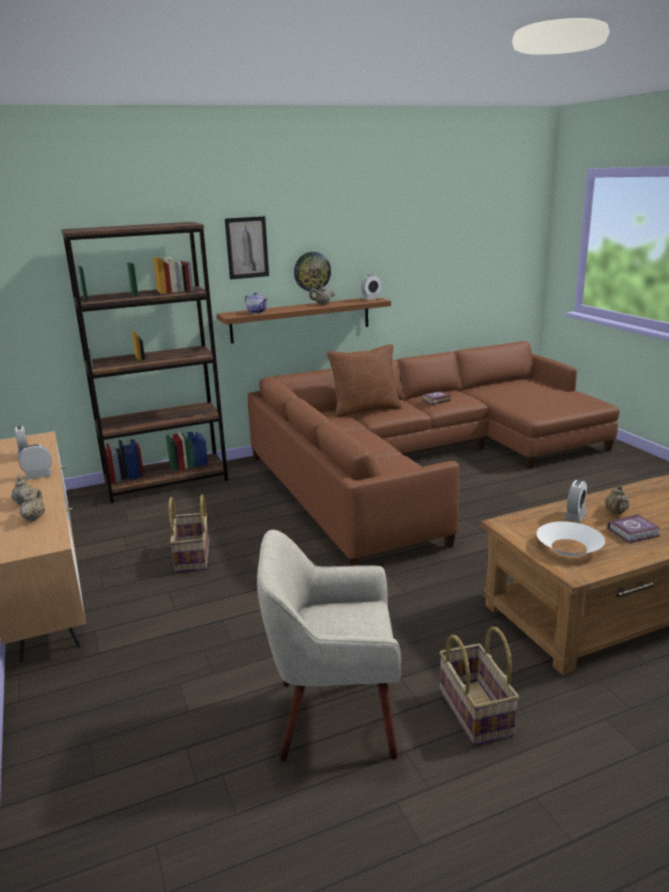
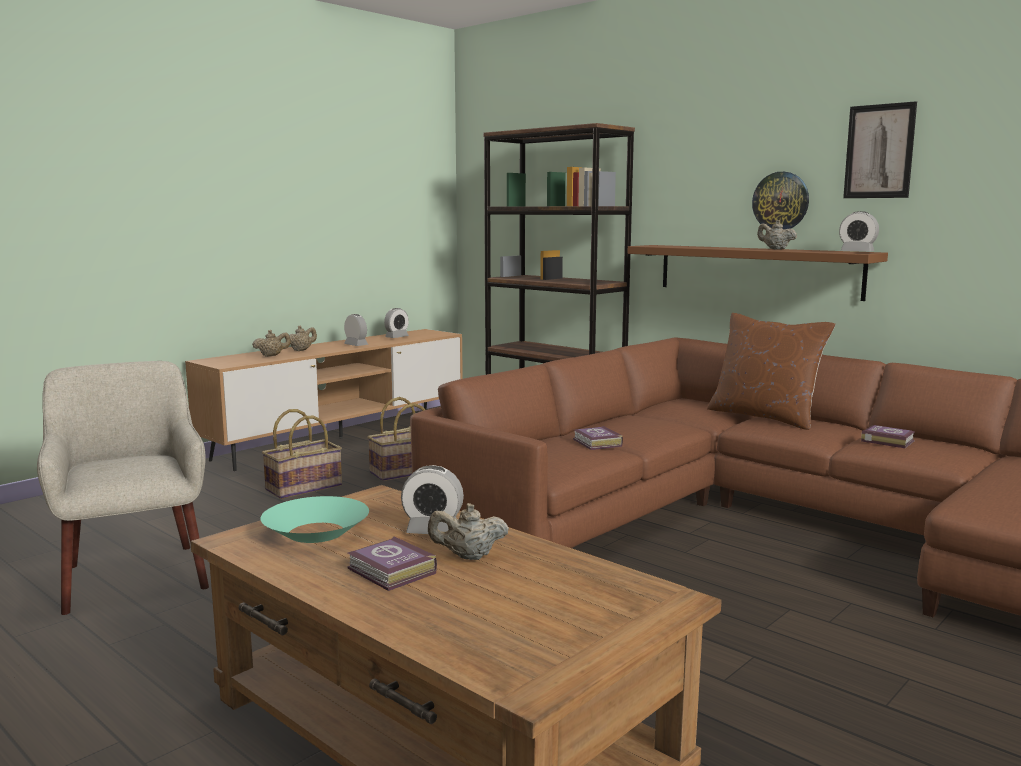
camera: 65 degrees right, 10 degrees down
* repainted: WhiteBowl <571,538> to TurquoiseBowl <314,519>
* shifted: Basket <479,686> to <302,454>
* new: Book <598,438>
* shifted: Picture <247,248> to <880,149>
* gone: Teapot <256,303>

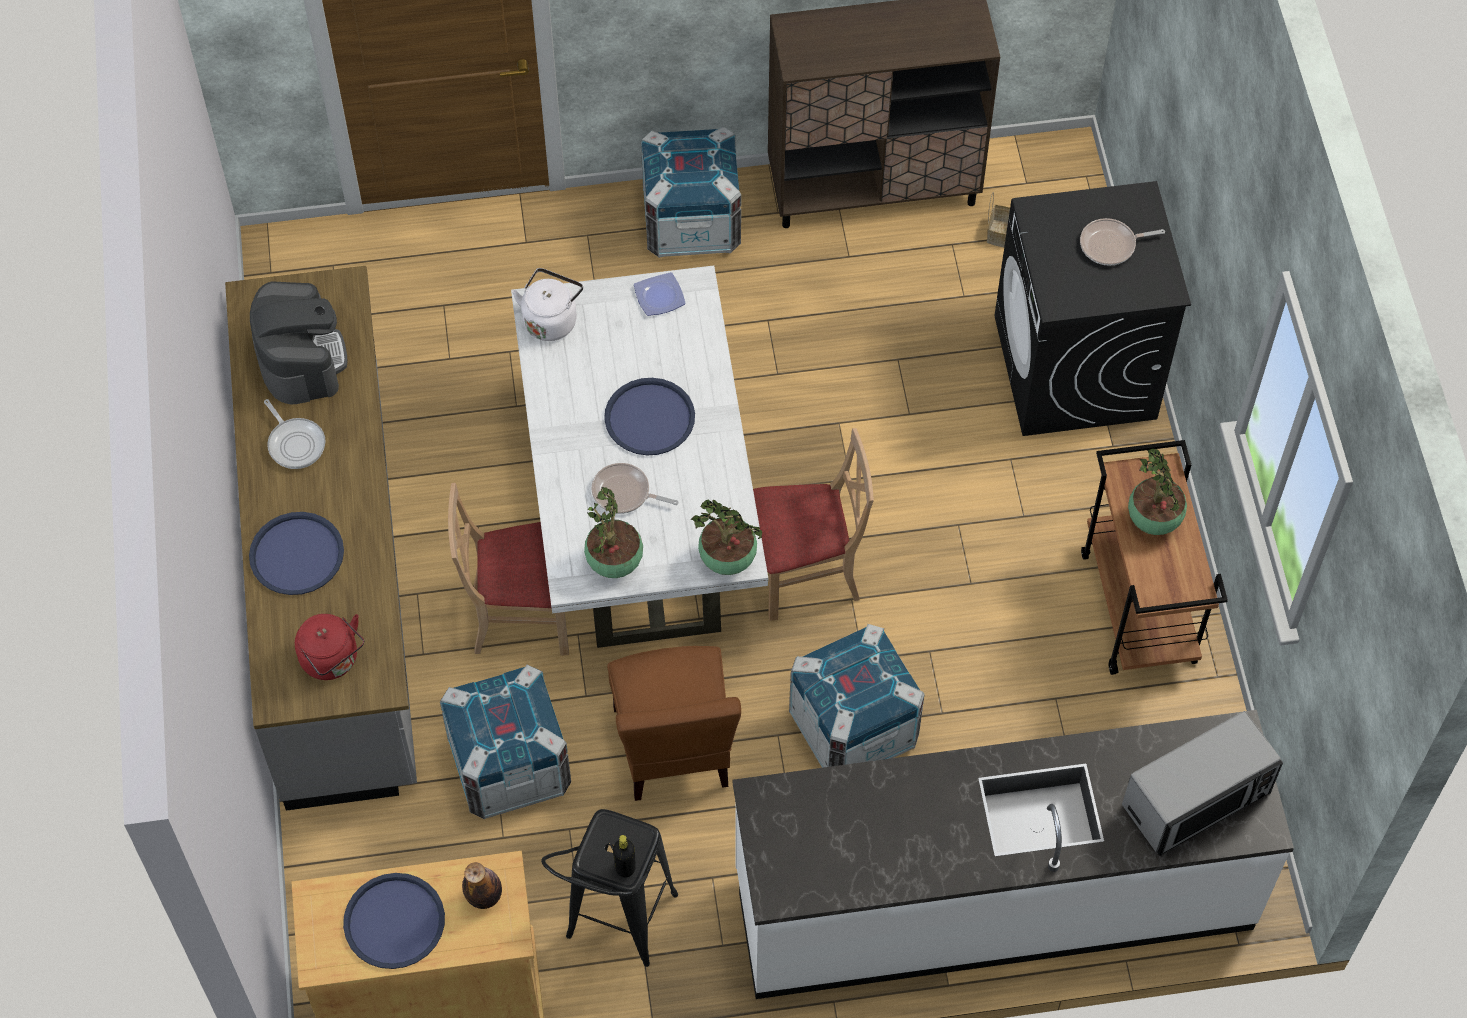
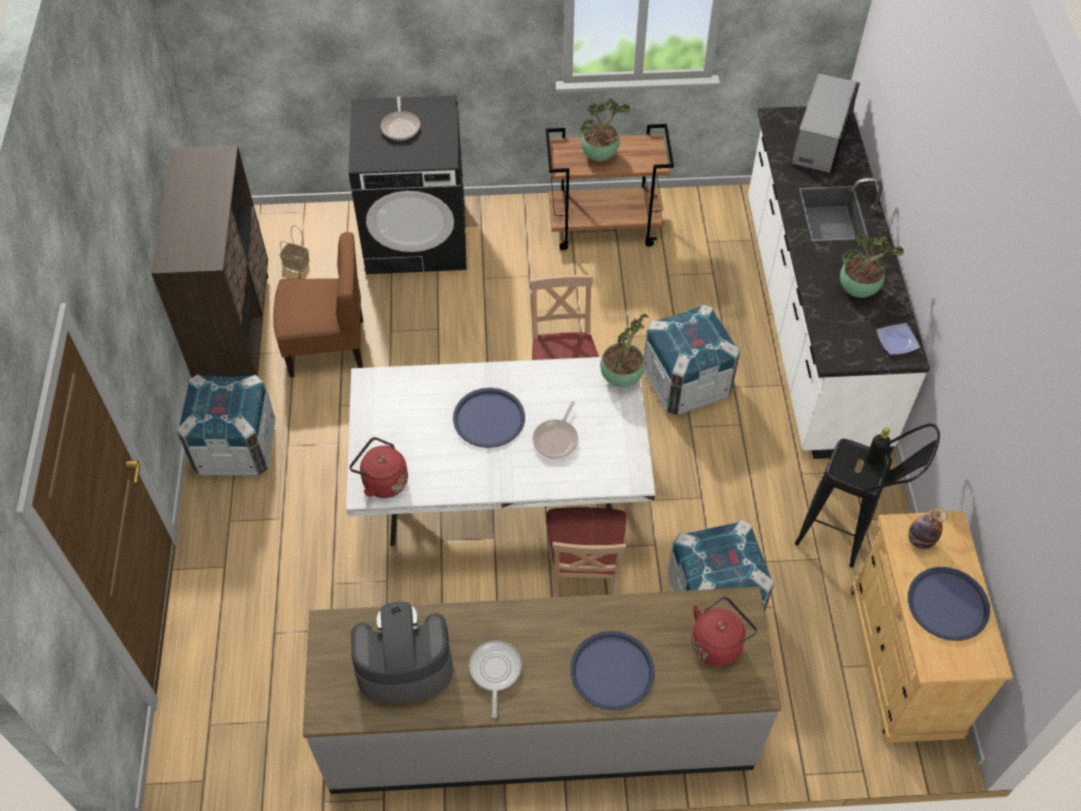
camera: 85 degrees left, 5 degrees down
* shifted: BrownChair <674,723> to <318,304>
* repainted: WhiteKettle <547,304> to RedKettle <379,467>
* rotated: FryingPan <294,434> = <495,679> 60 degrees counterclockwise
* rotated: Microwave <1202,783> = <826,123> 45 degrees clockwise
* shifted: PottedPlant <613,532> to <872,266>
* shifted: Plate <660,294> to <898,339>

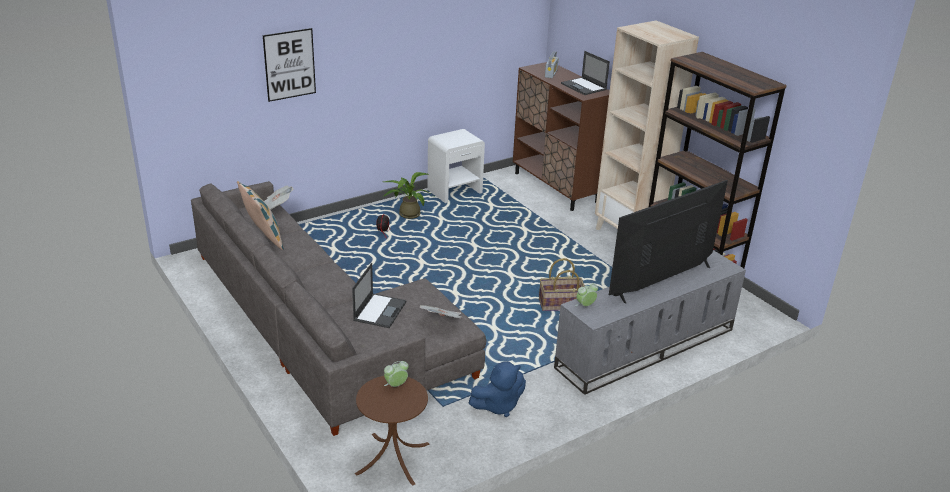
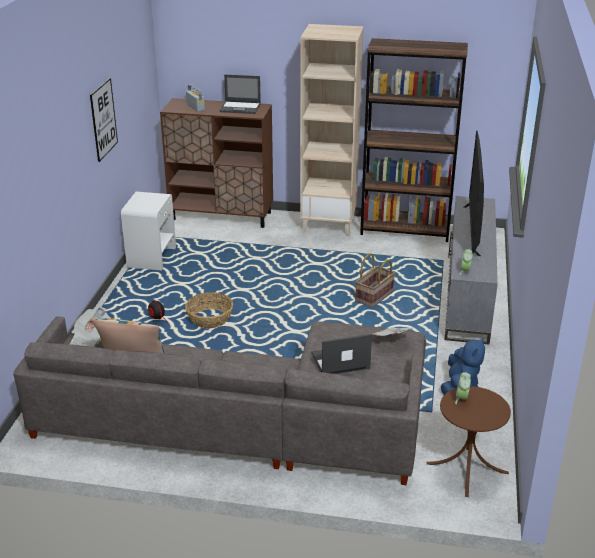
camera: 45 degrees left, 0 degrees up
* shifted: Picture <289,65> to <104,120>
* new: Basket <209,310>
* rotated: Laptop <379,295> = <341,354> 75 degrees counterclockwise
* gone: PottedPlant <407,195>

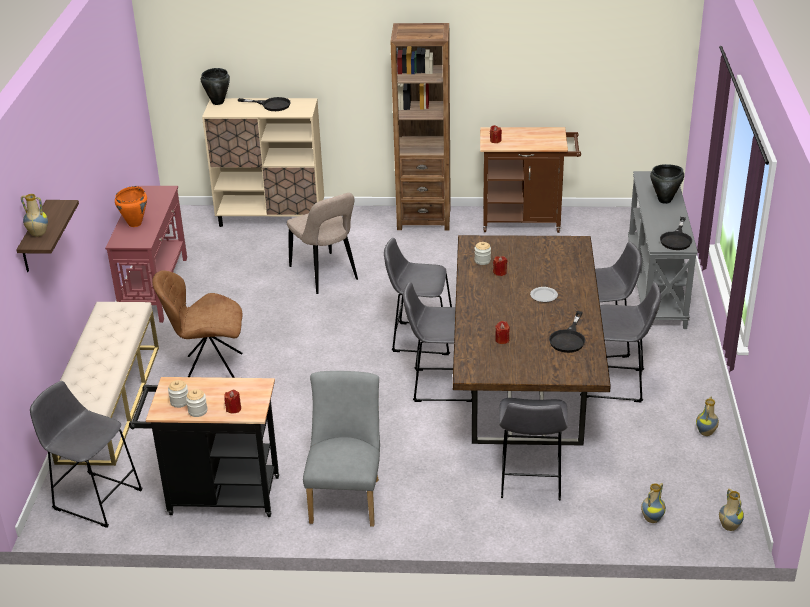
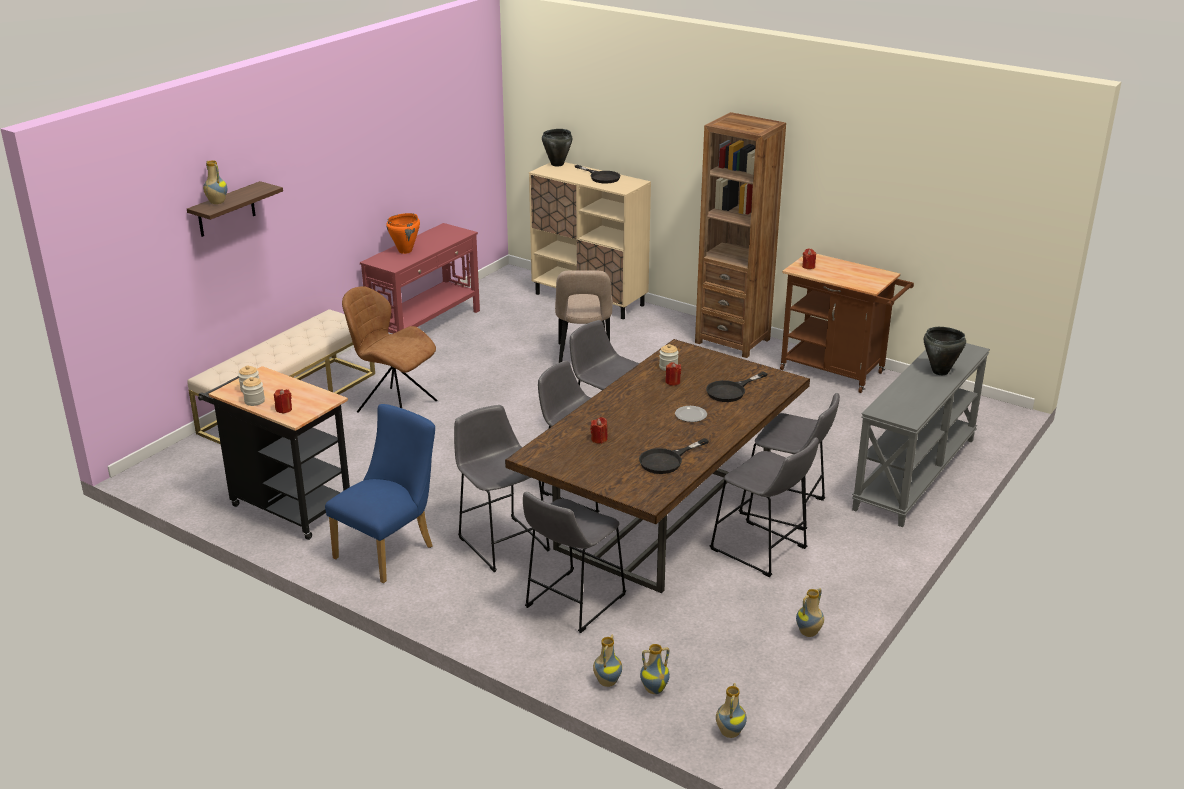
camera: 30 degrees right, 5 degrees down
* repainted: GreyChair <341,448> to BlueChair <380,493>
* shifted: GreyStool <86,454> to <502,488>
* new: Vase <607,661>
* shifted: BlackFryingPan <676,233> to <737,387>

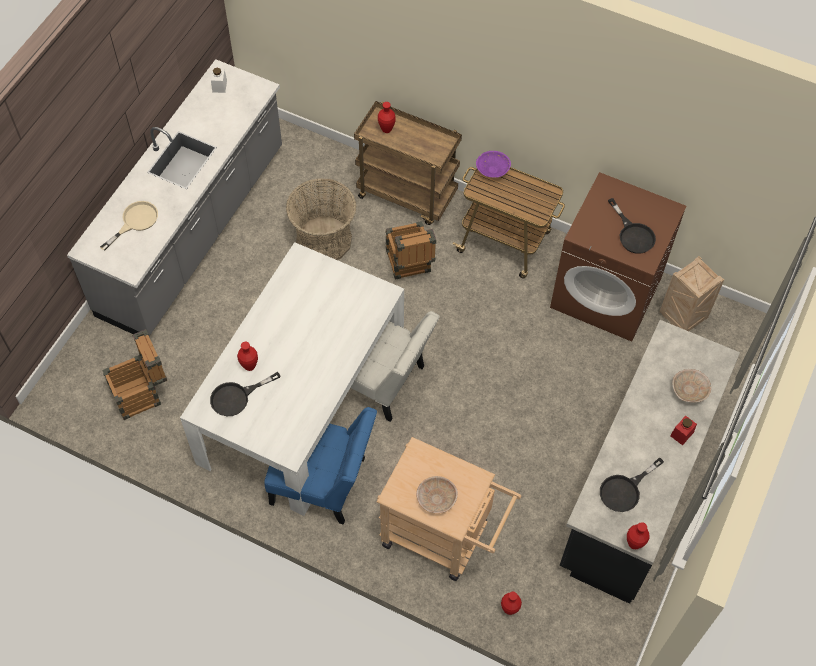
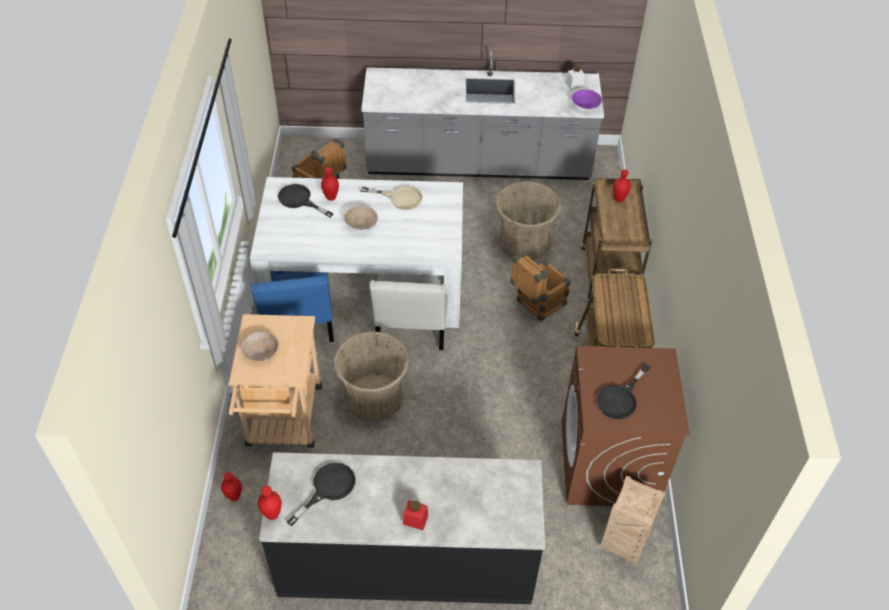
camera: 65 degrees right, 10 degrees down
* rotated: BlackFryingPan <632,484> = <320,494> 105 degrees clockwise
* new: Basket <371,376>
* shifted: BeigeBowl <691,385> to <361,217>
* shifted: BeigeFryingPan <129,226> to <391,198>
* shifted: PurpleBowl <493,164> to <587,99>

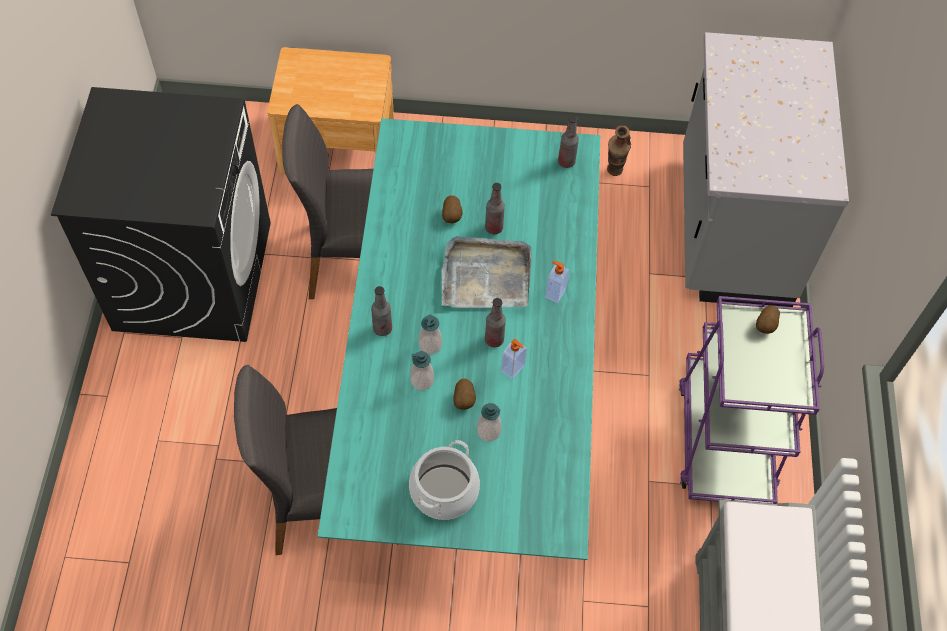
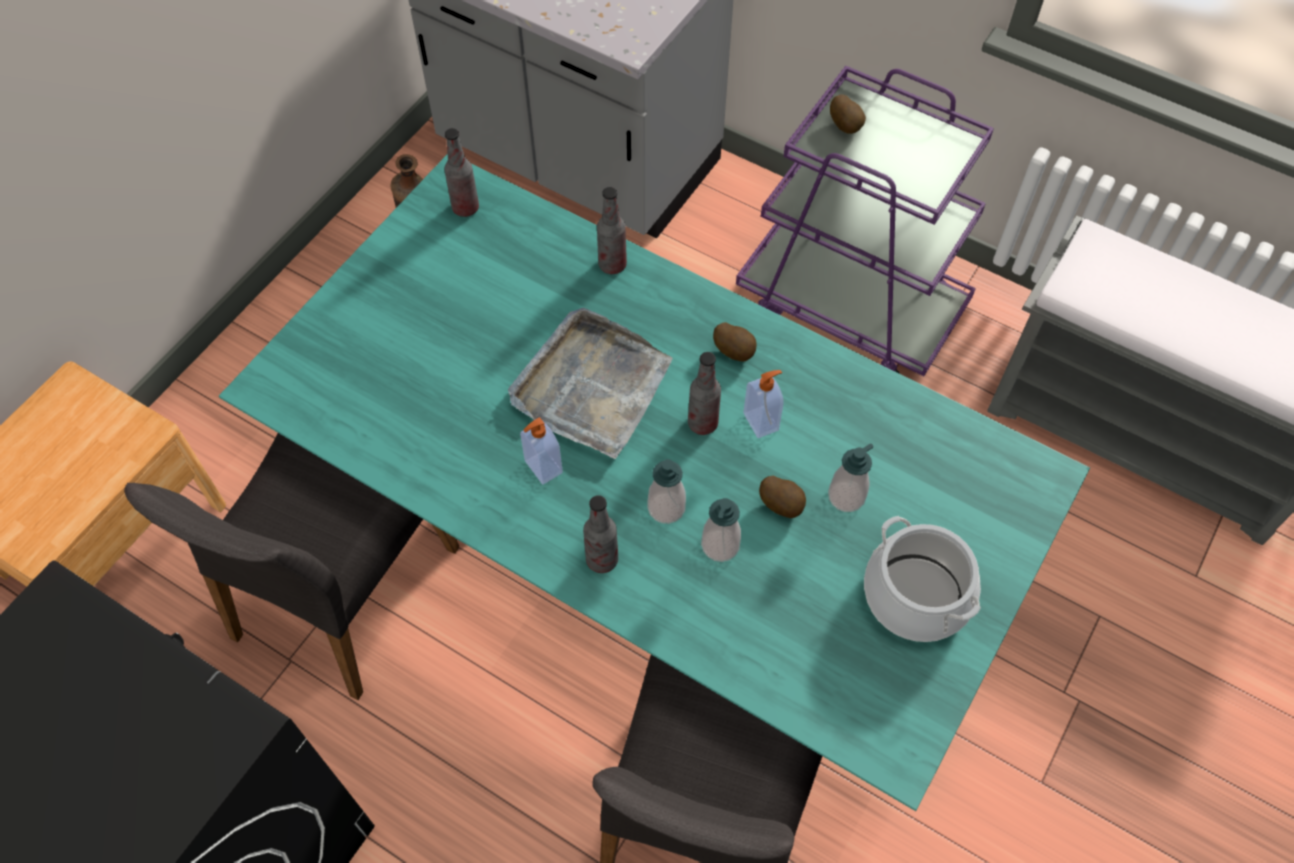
camera: 60 degrees left, 0 degrees up
* shifted: SoapDispenser <557,282> to <541,450>
* shifted: Bottle <495,208> to <612,230>
* shifted: Potato <452,209> to <735,341>

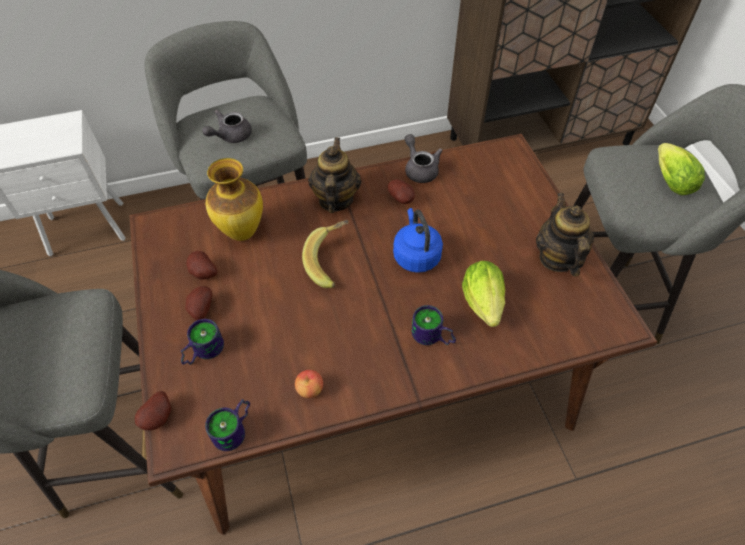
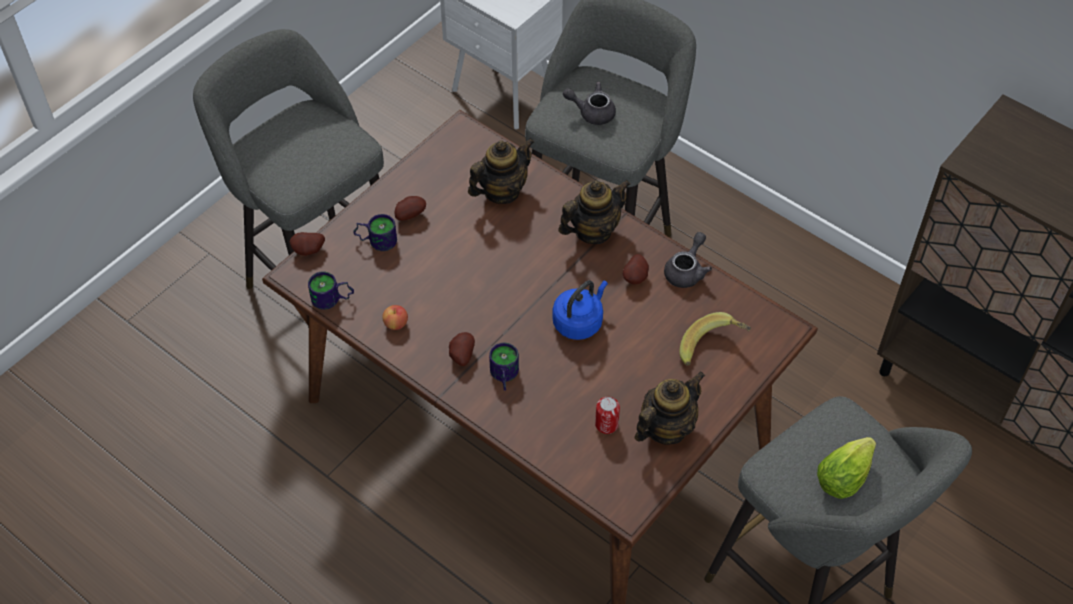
camera: 55 degrees right, 0 degrees up
* shifted: Potato <201,265> to <462,349>
* swapped: Vase <234,199> to Teapot <501,171>
* new: Can <607,415>
* shifted: Banana <325,254> to <715,339>
* gone: Lettuce <483,294>

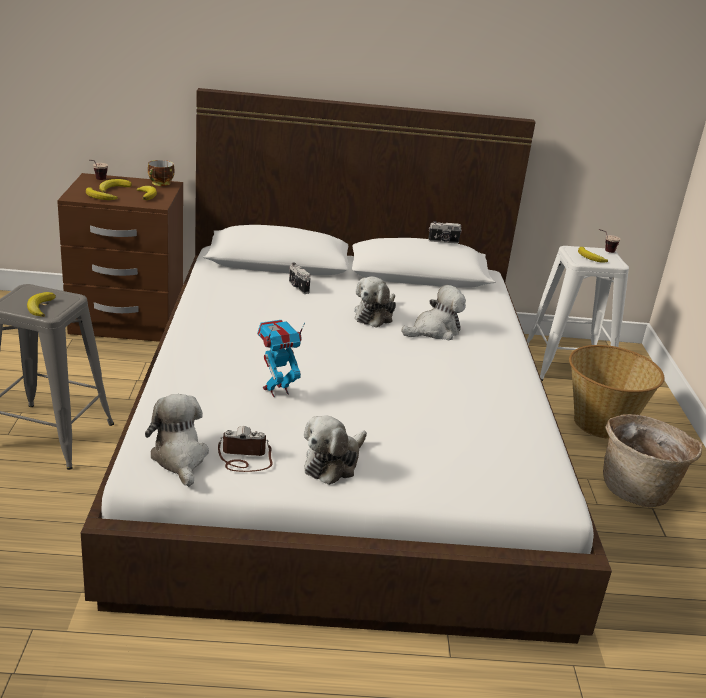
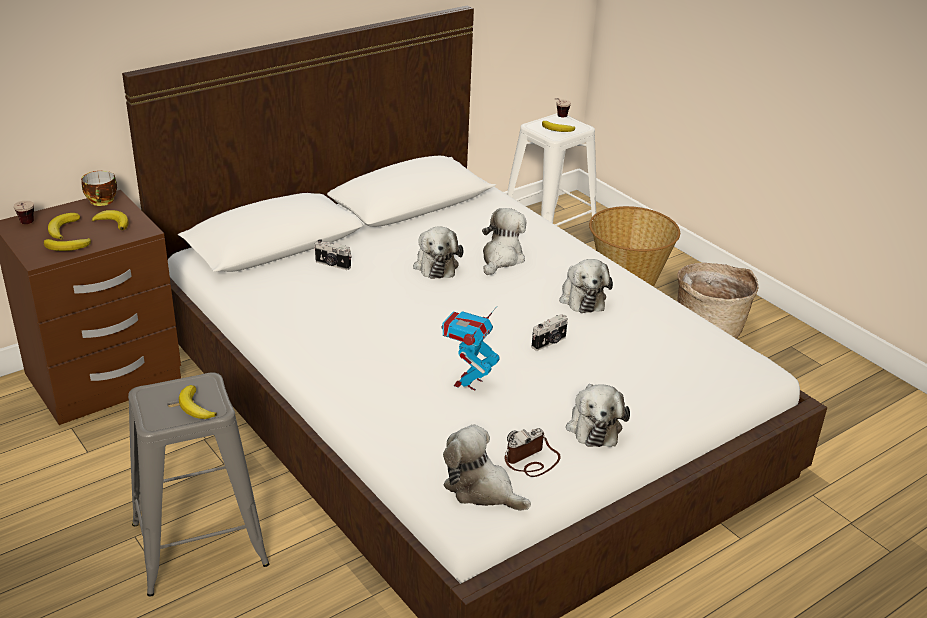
camera: 35 degrees left, 5 degrees up
* shifted: PhotoCamera <445,232> to <550,332>
* new: PlushToy <586,286>

